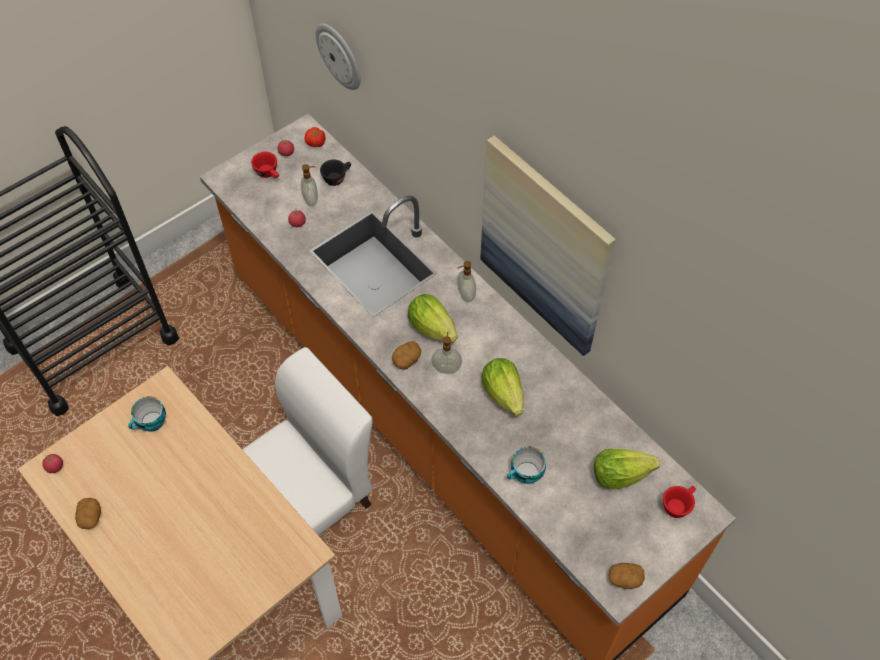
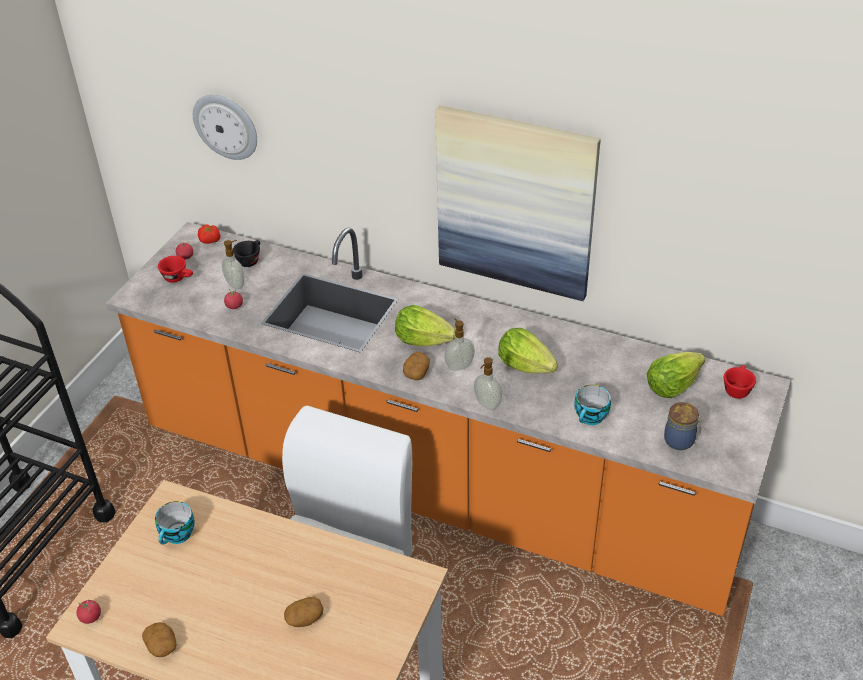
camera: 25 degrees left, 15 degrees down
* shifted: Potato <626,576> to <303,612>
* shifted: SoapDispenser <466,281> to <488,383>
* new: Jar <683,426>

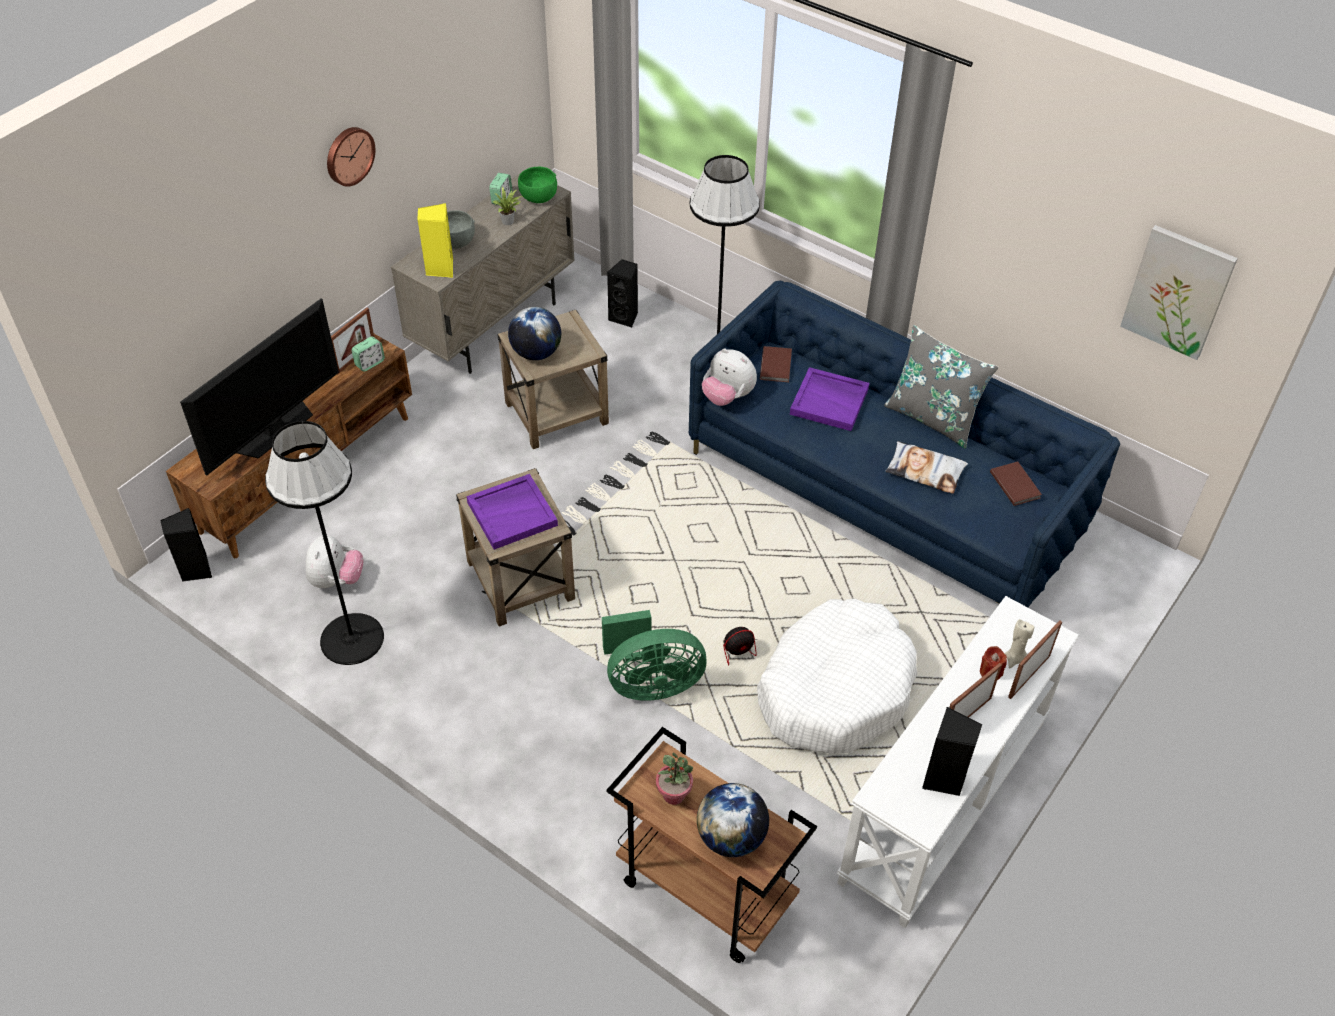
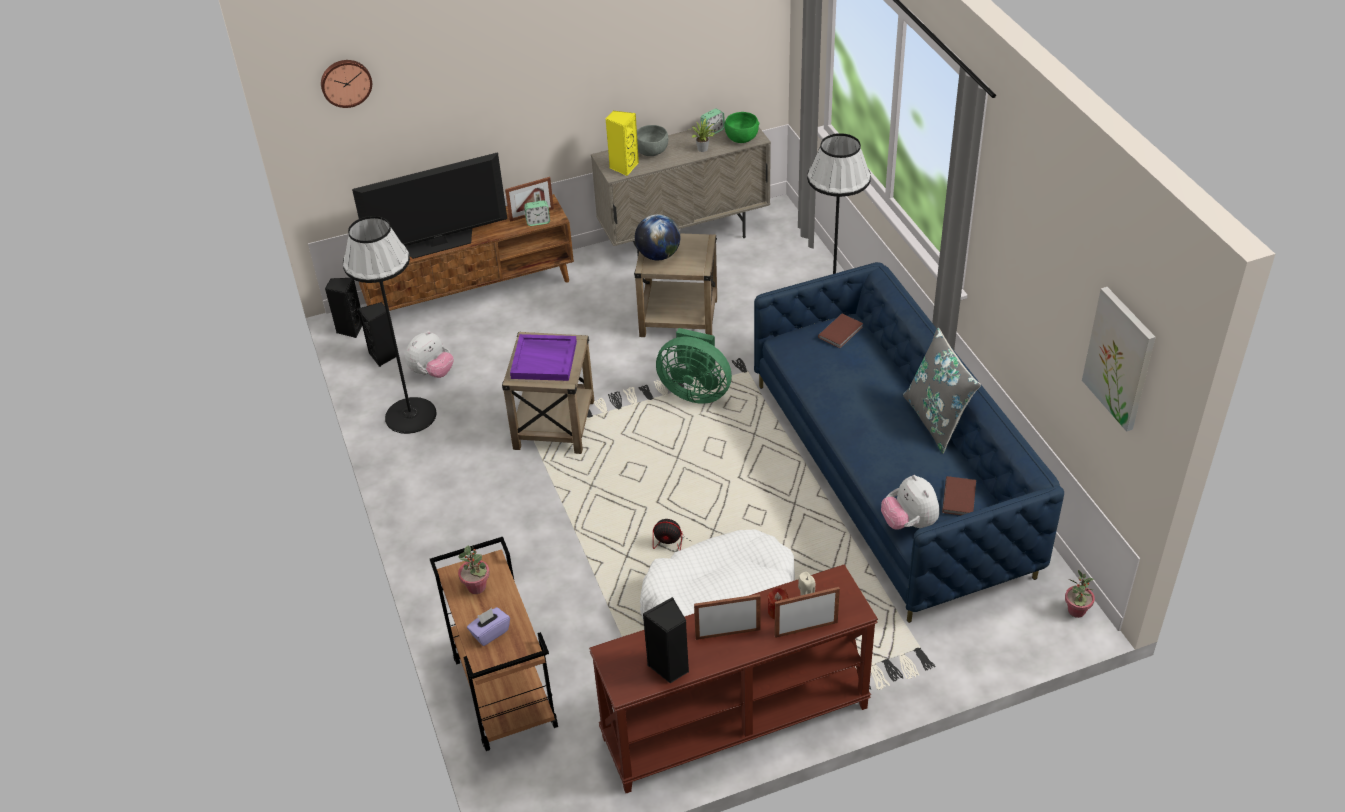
camera: 35 degrees right, 5 degrees down
* shifted: WallClock <351,157> to <346,84>
* shifted: BlackSpeaker <622,293> to <377,334>
* swapped: Globe <733,820> to PurpleTissueBox <488,626>
* repainted: WhiteConsoleTable <958,762> to BrownConsoleTable <733,679>
* shifted: GreenFan <654,655> to <694,366>
* shifted: PlushToy <729,377> to <910,502>
* new: PottedPlant <1080,594>
* gone: PurpleTray <829,399>
* gone: Pillow <926,467>

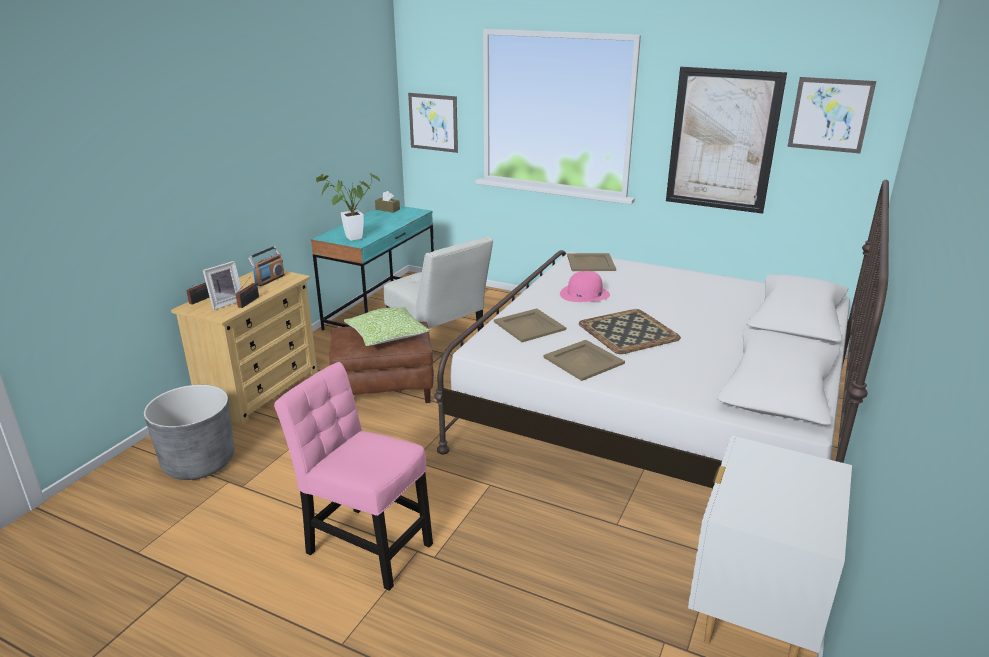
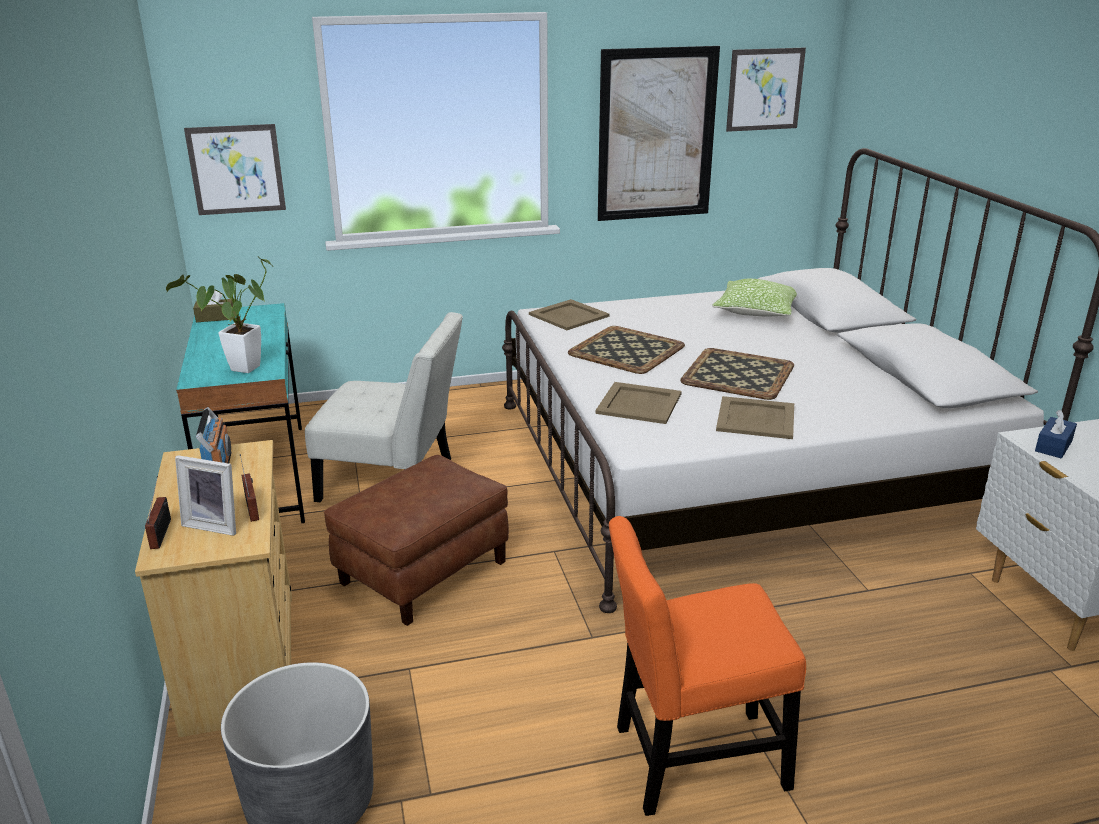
camera: 40 degrees left, 0 degrees up
* rotated: PictureFrame <222,285> = <205,495> 105 degrees clockwise
* swapped: PinkHat <585,286> to Tray <626,350>
* repainted: PinkChair <353,476> to OrangeChair <707,666>
* shifted: Pillow <387,326> to <754,297>
* new: BlueTissueBox <1056,434>

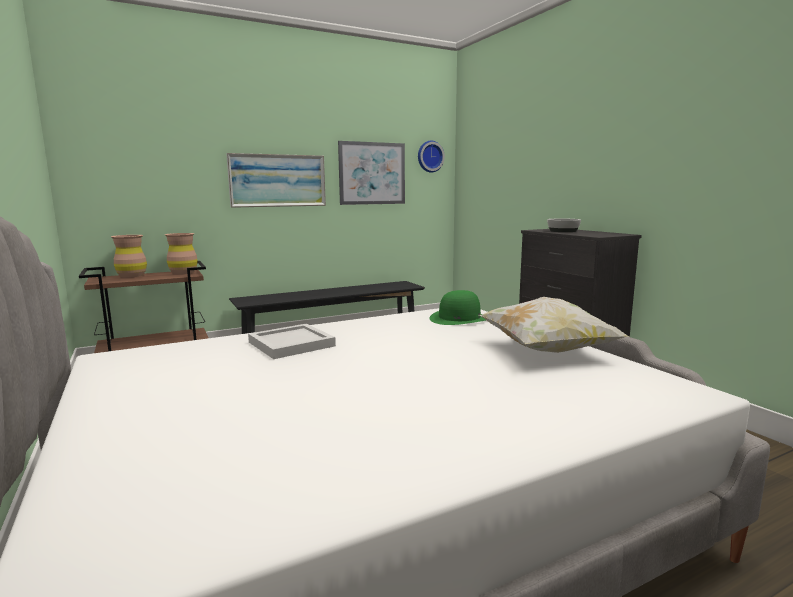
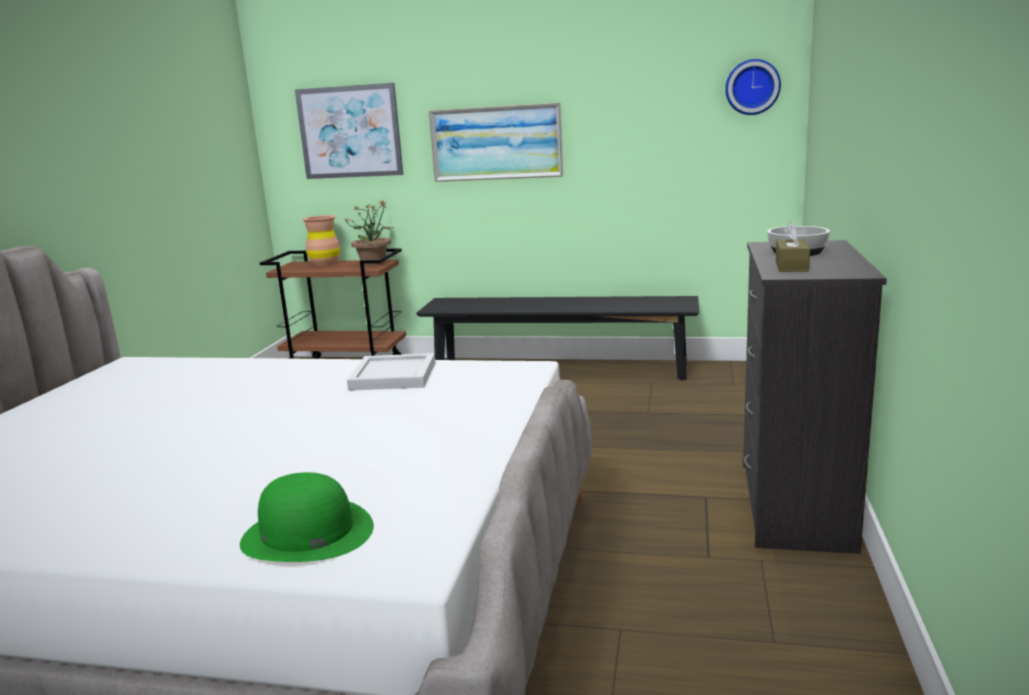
camera: 40 degrees right, 5 degrees up
* shifted: GreenHat <457,307> to <307,517>
* shifted: Picture <371,173> to <349,131>
* swapped: BrownVase <181,253> to PottedPlant <368,233>
* shifted: WhiteTray <292,341> to <391,372>
* new: BrownTissueBox <793,247>
* gone: Pillow <554,325>

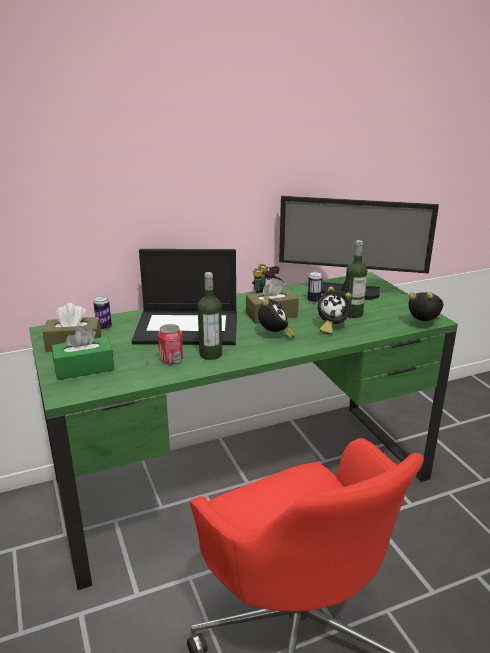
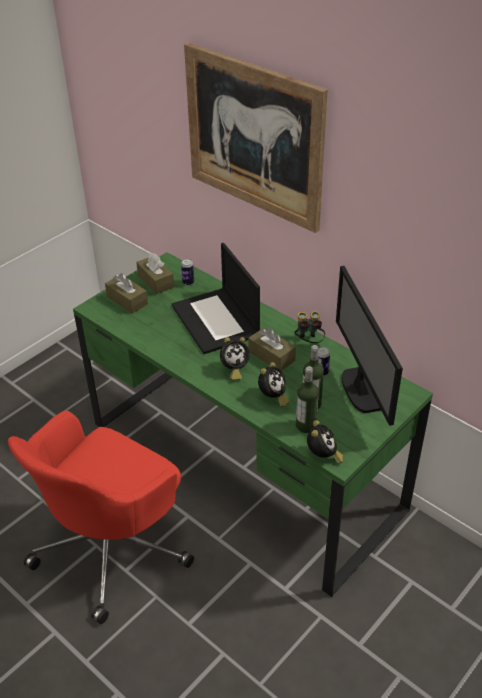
camera: 65 degrees right, 15 degrees up
* repainted: GreenTissueBox <83,353> to BrownTissueBox <126,293>
* new: Picture <256,138>
* rotated: AlarmClock <335,310> = <274,384> 135 degrees counterclockwise
* shifted: Bottle <210,316> to <307,399>
* gone: Can <170,344>

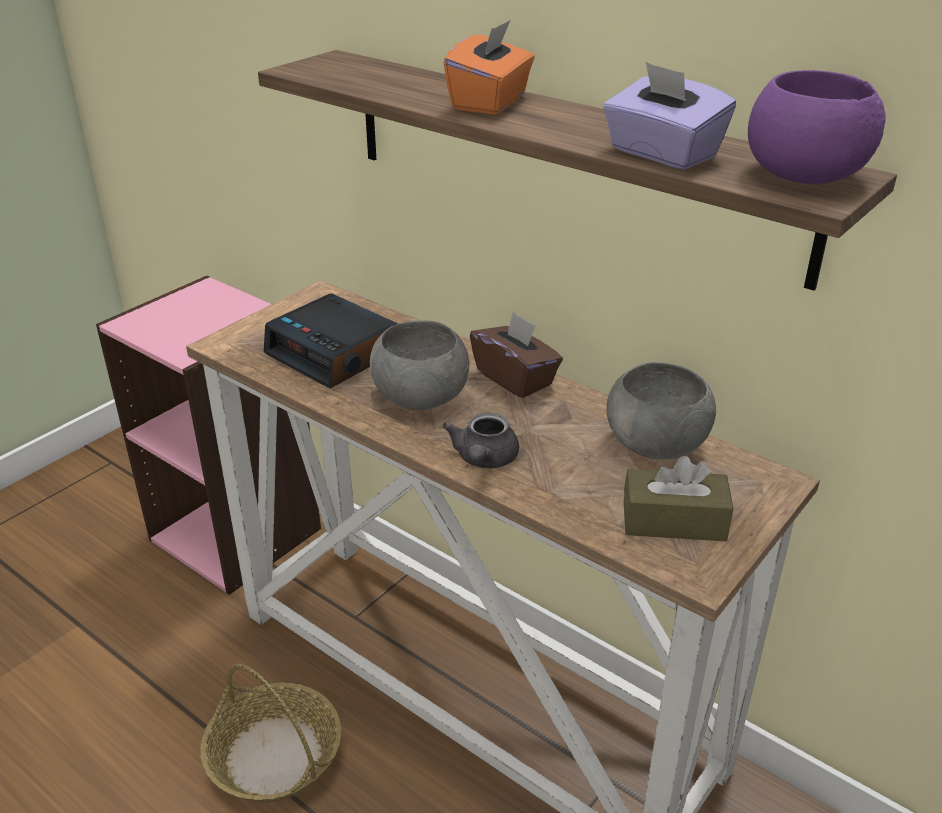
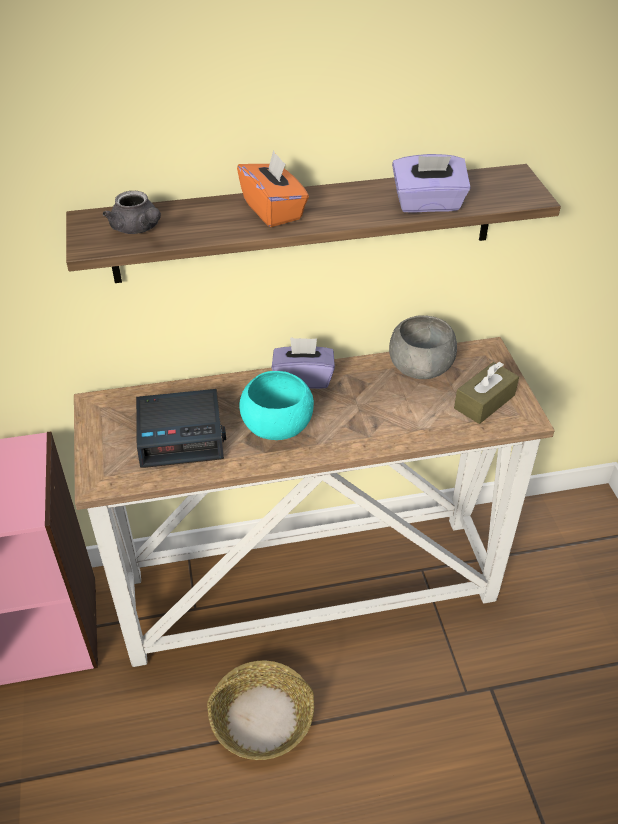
camera: 50 degrees left, 10 degrees up
* shifted: GreyTeapot <481,440> to <132,212>
* repainted: GreyBowl <419,365> to TurquoiseBowl <276,405>
* repainted: BrownTissueBox <516,355> to PurpleTissueBox <303,363>
* gone: PurpleBowl <817,127>

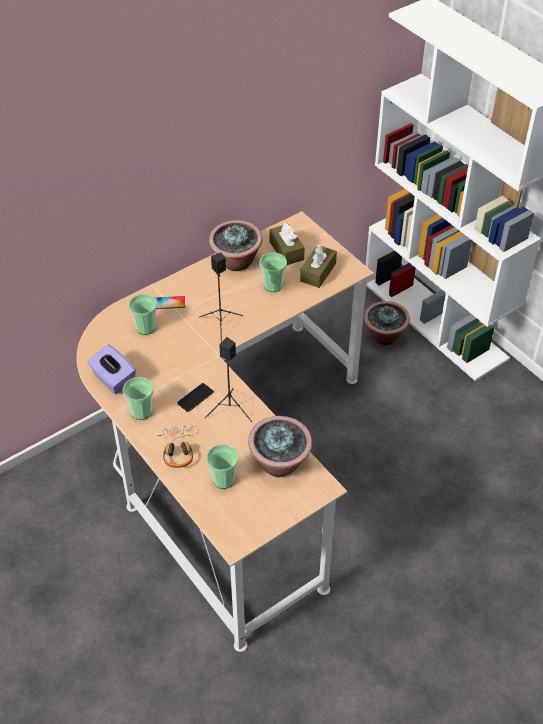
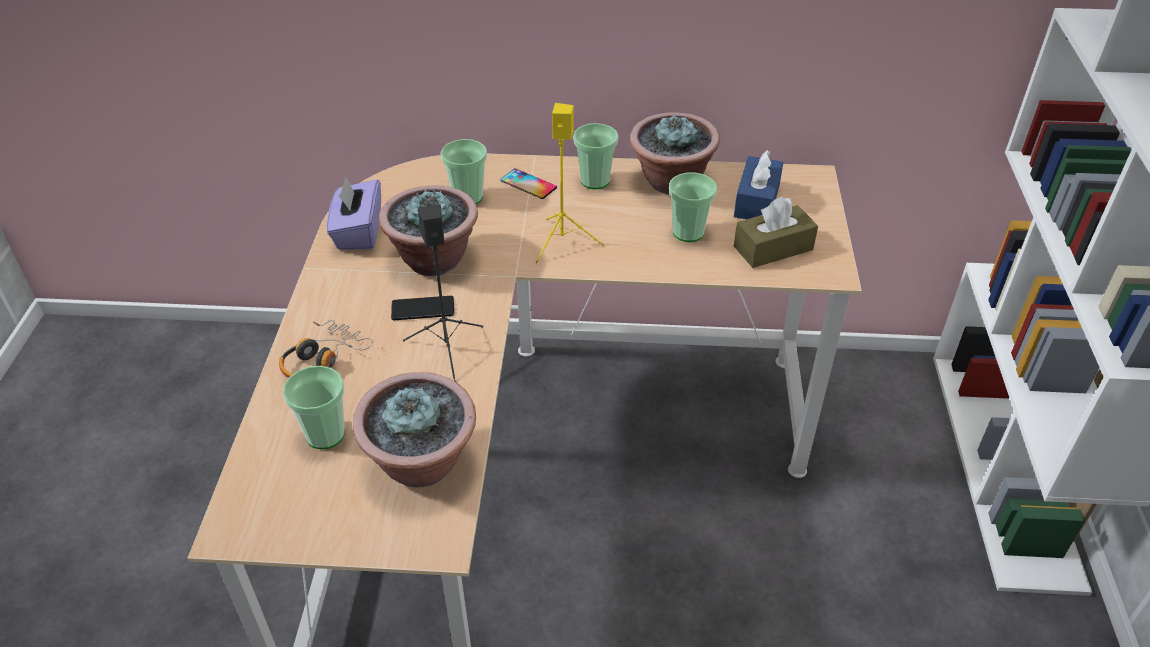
camera: 40 degrees right, 5 degrees down
* shifted: PottedPlant <387,323> to <428,230>
* repainted: BlackSpeaker <221,297> to YellowSpeaker <570,183>
* shifted: Cup <138,398> to <595,156>
* repainted: BrownTissueBox <287,244> to BlueTissueBox <758,184>

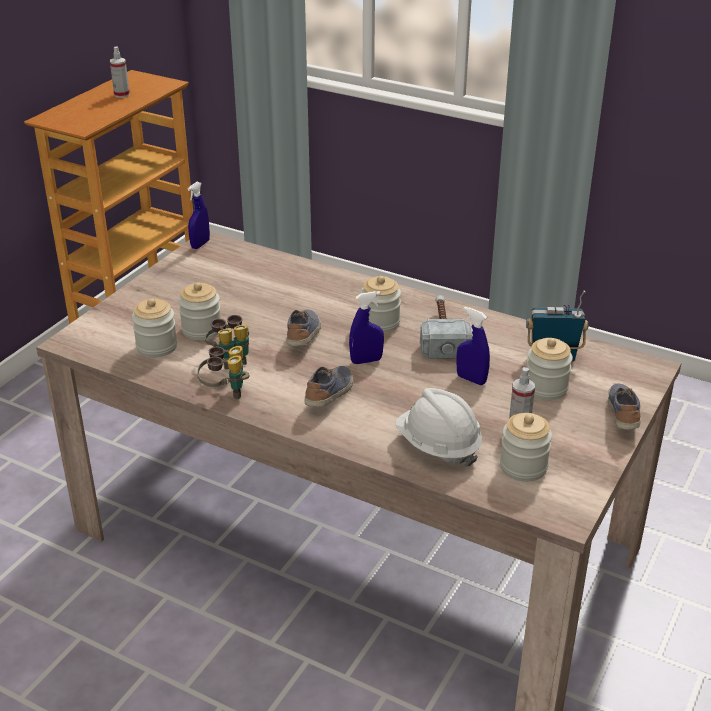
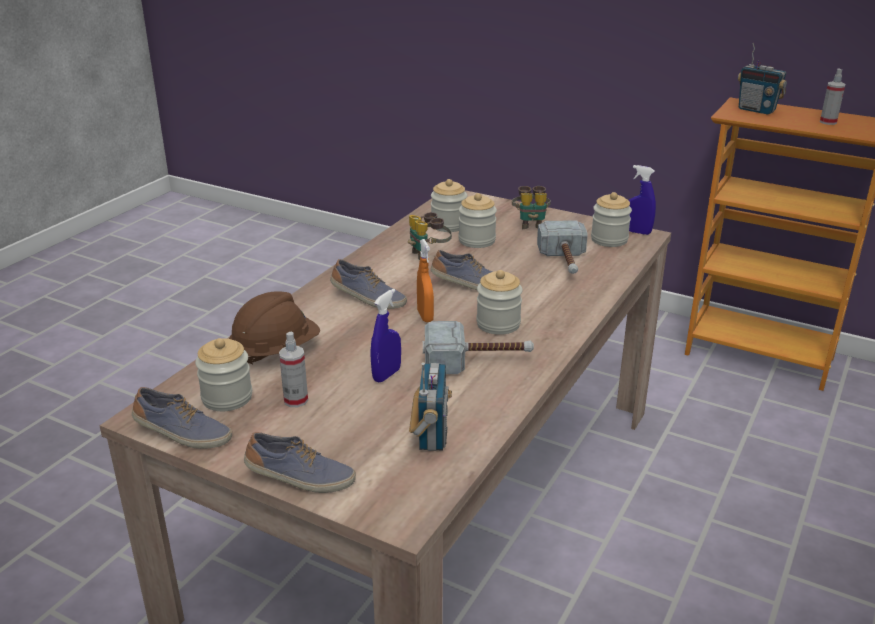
camera: 90 degrees right, 5 degrees down
* new: Shoe <182,418>
* repainted: WhiteHardHat <438,427> to BrownHardHat <274,327>
* repainted: BlueSprayBottle <366,327> to OrangeSprayBottle <425,280>
* shifted: Binoculars <223,372> to <531,207>
* new: Hammer <562,247>
* shifted: Jar <550,369> to <611,219>
* new: Radio <762,79>

